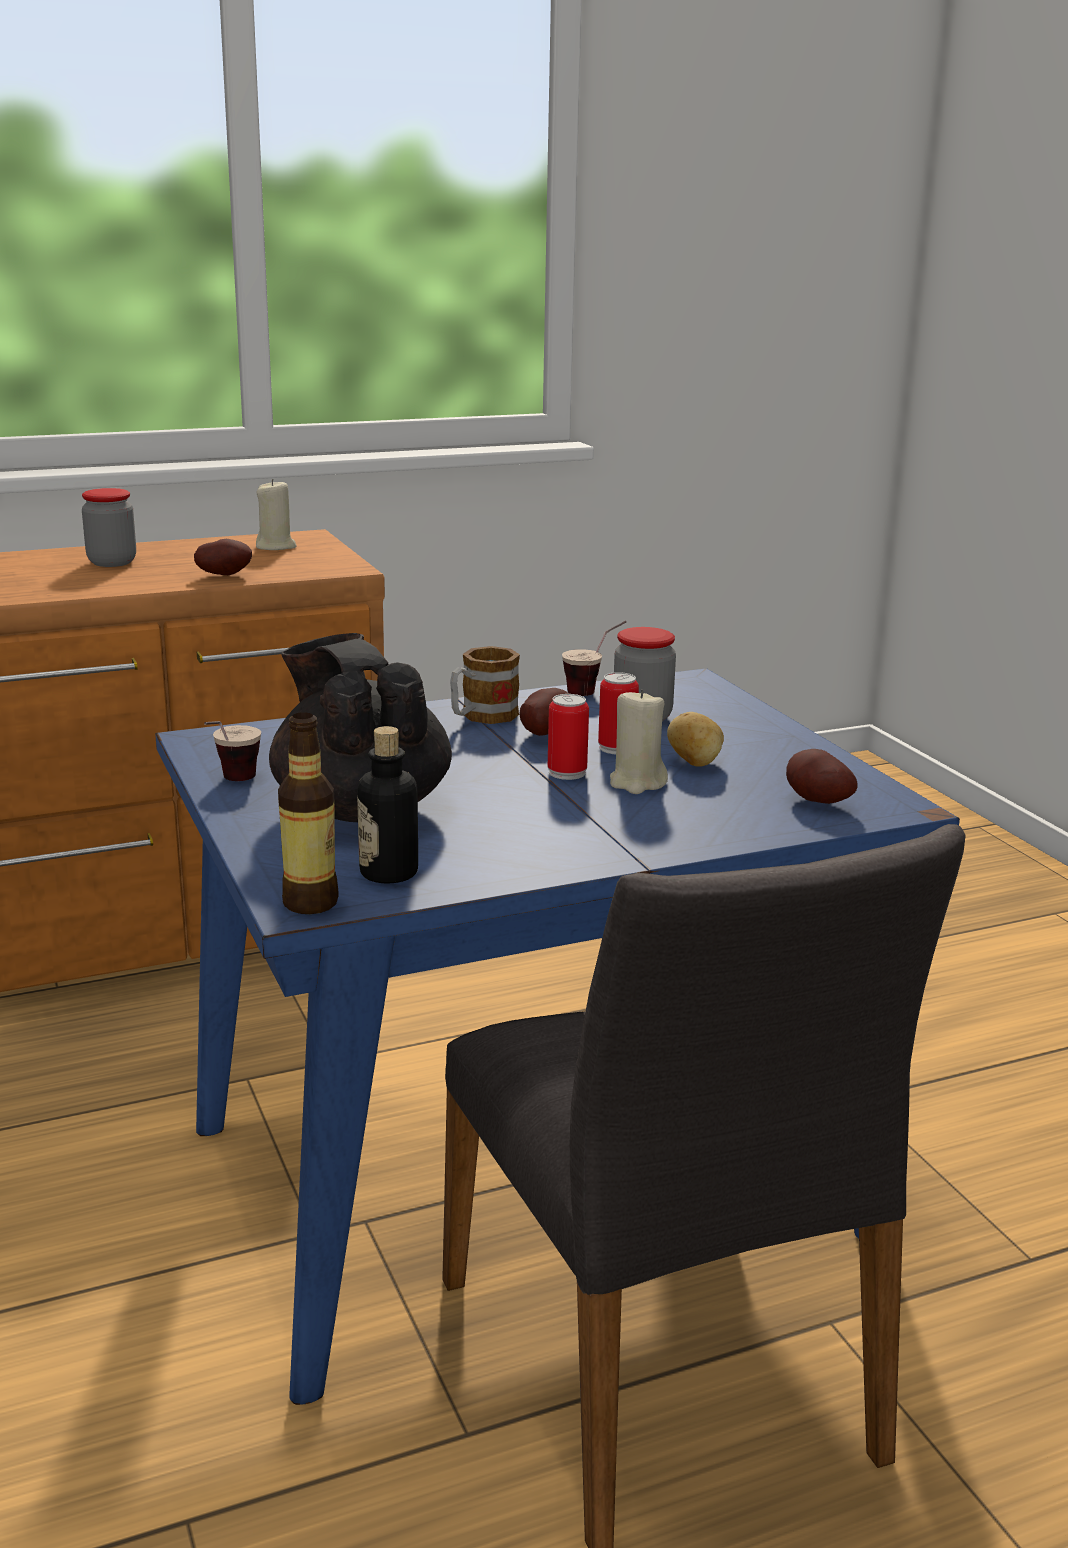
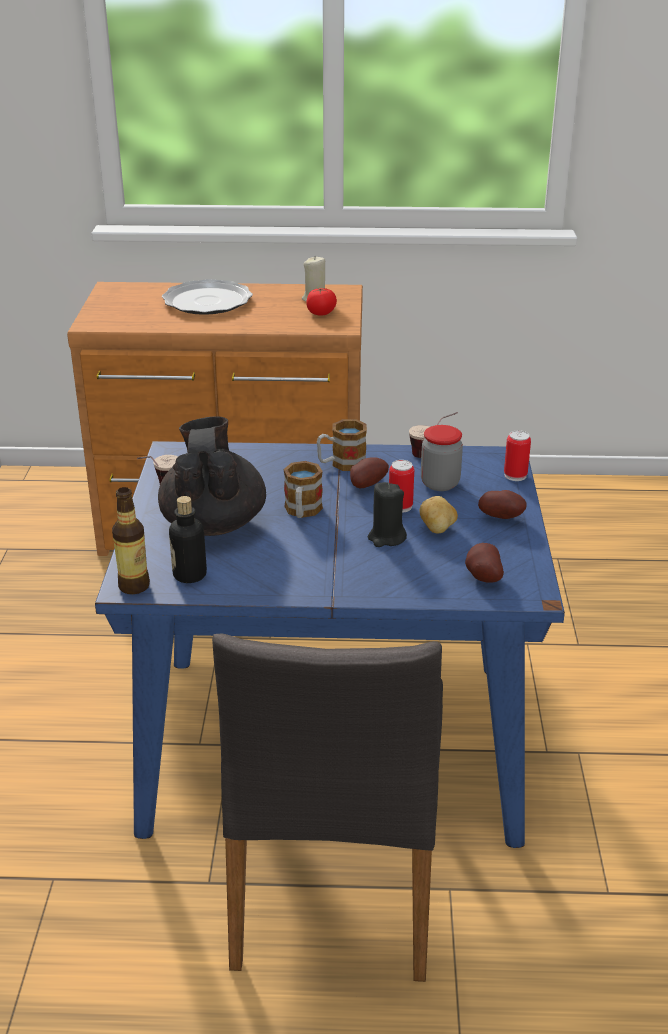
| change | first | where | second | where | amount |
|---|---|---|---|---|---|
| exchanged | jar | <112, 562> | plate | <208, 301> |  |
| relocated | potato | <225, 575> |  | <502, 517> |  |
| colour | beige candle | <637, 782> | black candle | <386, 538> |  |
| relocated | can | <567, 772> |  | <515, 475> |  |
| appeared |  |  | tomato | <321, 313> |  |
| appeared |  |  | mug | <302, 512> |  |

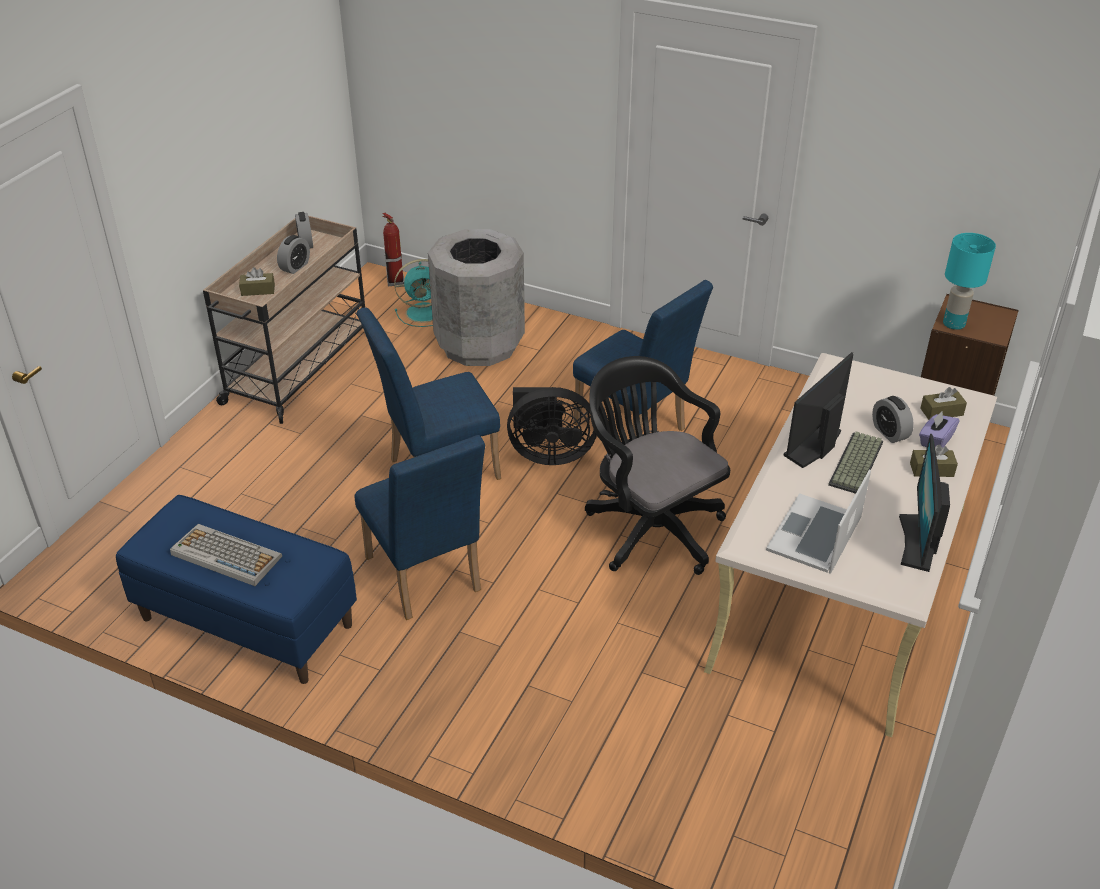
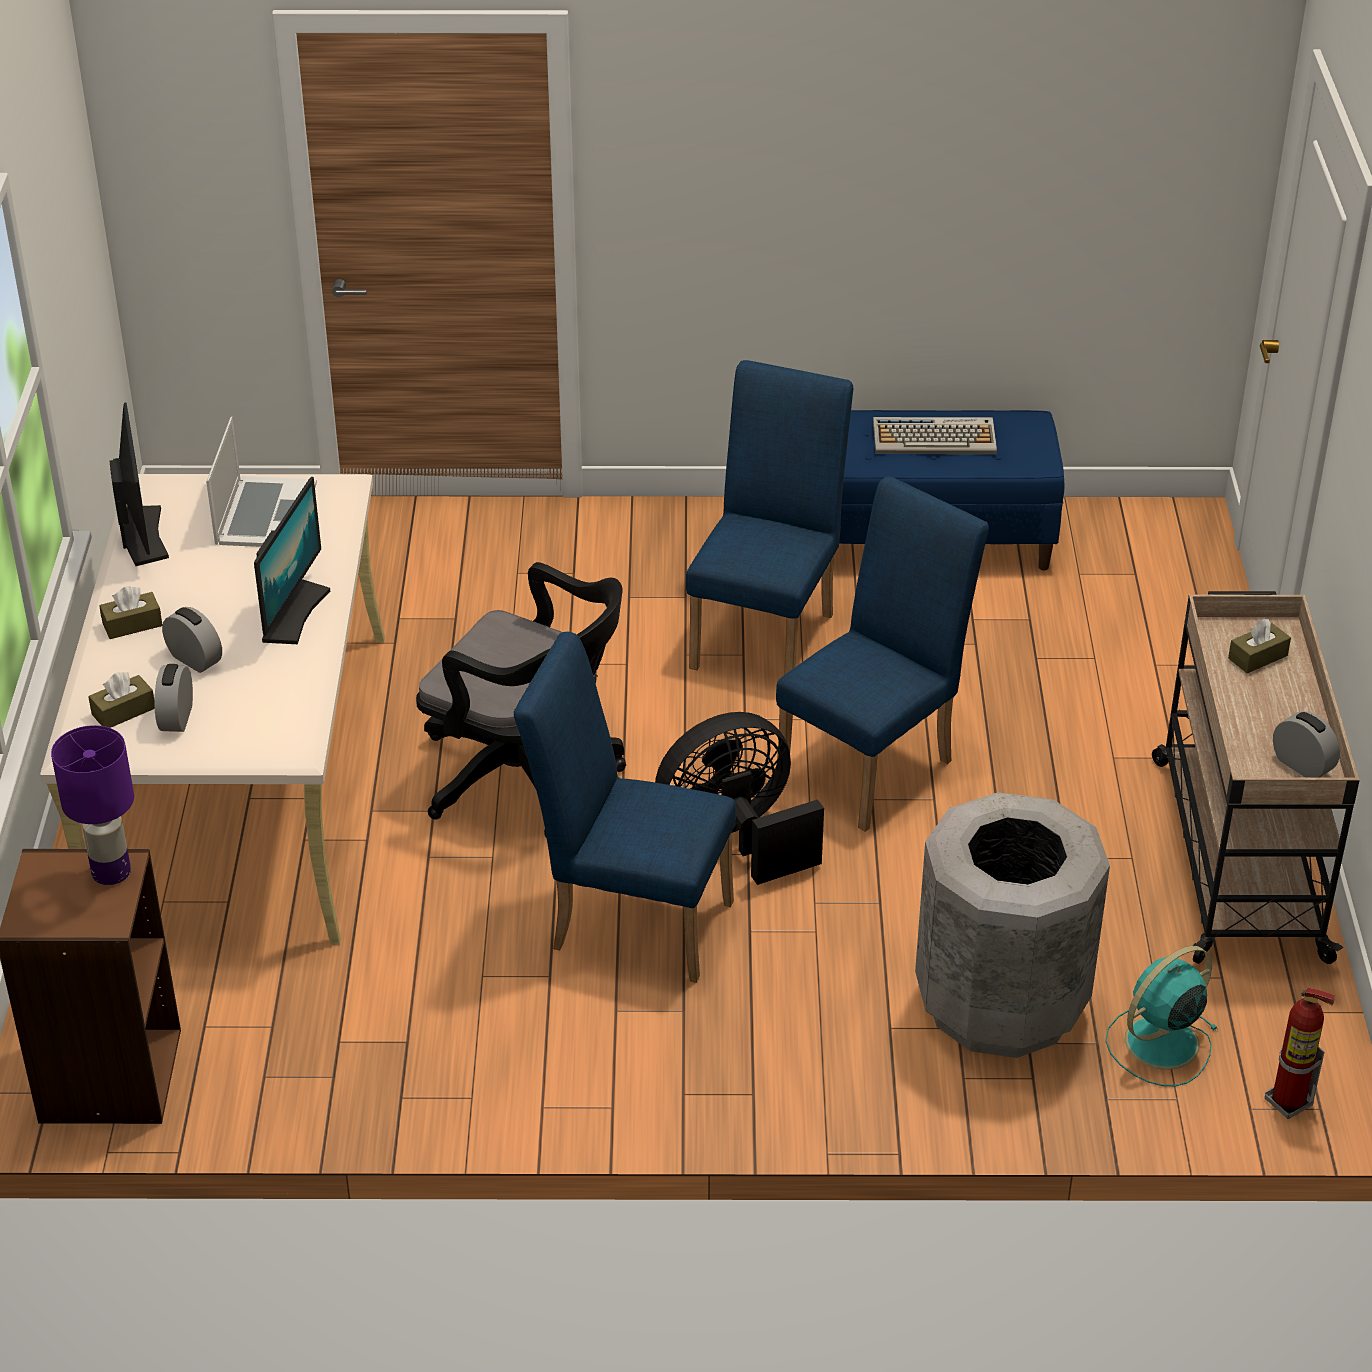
| change | first | where | second | where | amount |
|---|---|---|---|---|---|
| colour | turquoise table lamp | <954, 323> | purple table lamp | <111, 873> |  |
| relocated | alarm clock | <295, 267> |  | <177, 718> |  |
| missing | purple tissue box | <935, 441> |  |  |  |
| missing | keyboard | <857, 464> |  |  |  |
| spun | blue chair | <425, 580> |  | <767, 633> | 75 degrees clockwise |

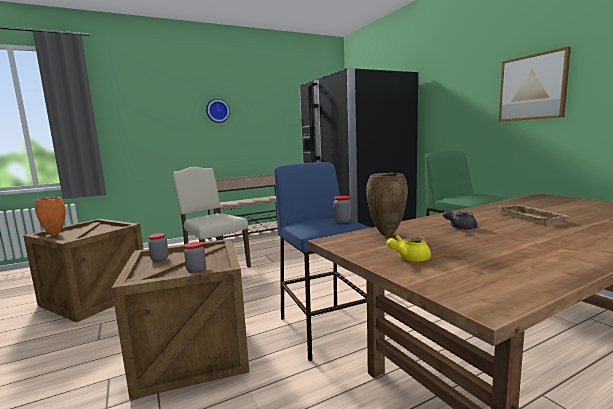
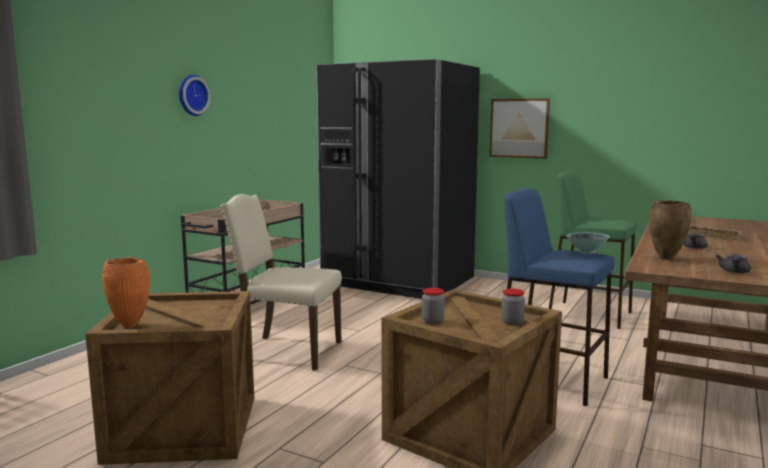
| change | first | where | second | where | amount |
|---|---|---|---|---|---|
| relocated | picture | <532, 87> |  | <519, 128> |  |
| exchanged | jar | <342, 221> | bowl | <587, 252> |  |
| colour | yellow teapot | <408, 258> | grey teapot | <734, 272> |  |

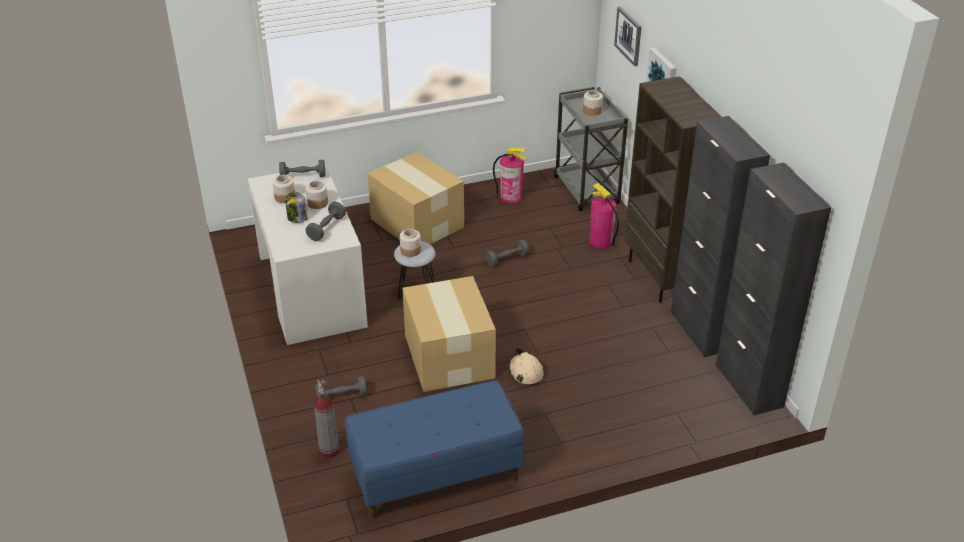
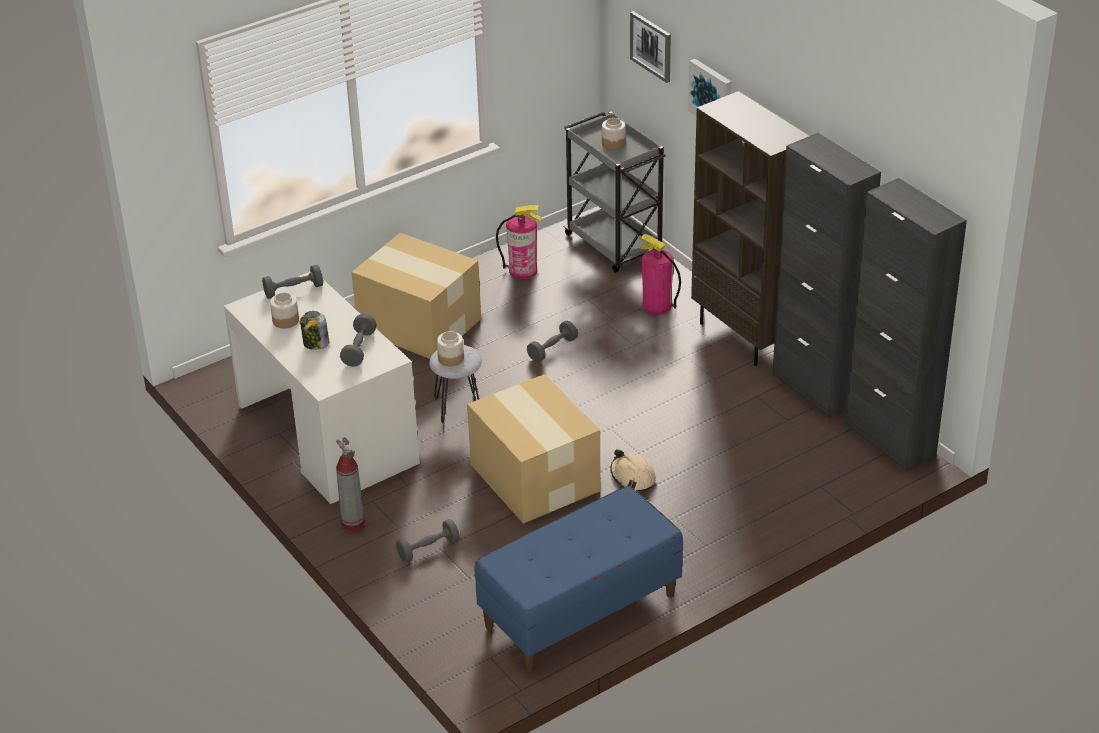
| change | first | where | second | where | amount |
|---|---|---|---|---|---|
| missing | jar | <317, 203> |  |  |  |
| relocated | fire extinguisher | <329, 450> |  | <353, 523> |  |

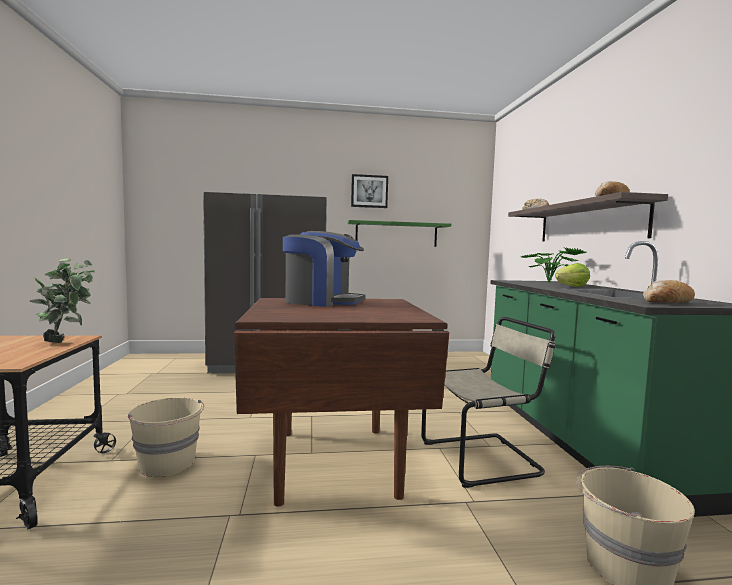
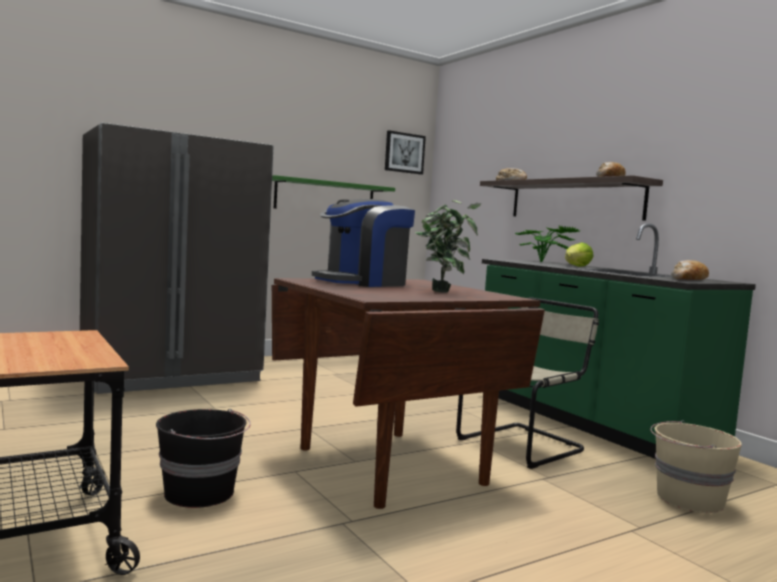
| change | first | where | second | where | amount |
|---|---|---|---|---|---|
| relocated | picture | <369, 191> |  | <404, 153> |  |
| spun | coffee machine | <322, 302> |  | <362, 282> | 150 degrees clockwise |
| relocated | potted plant | <67, 341> |  | <443, 291> |  |
| colour | beige bucket | <168, 463> | black bucket | <201, 493> |  |

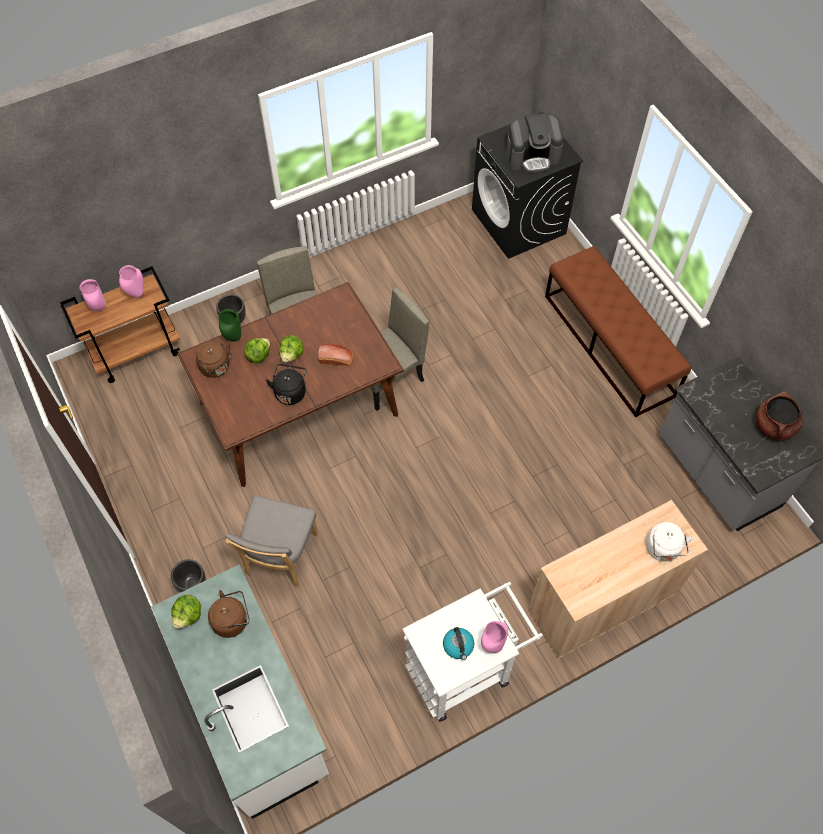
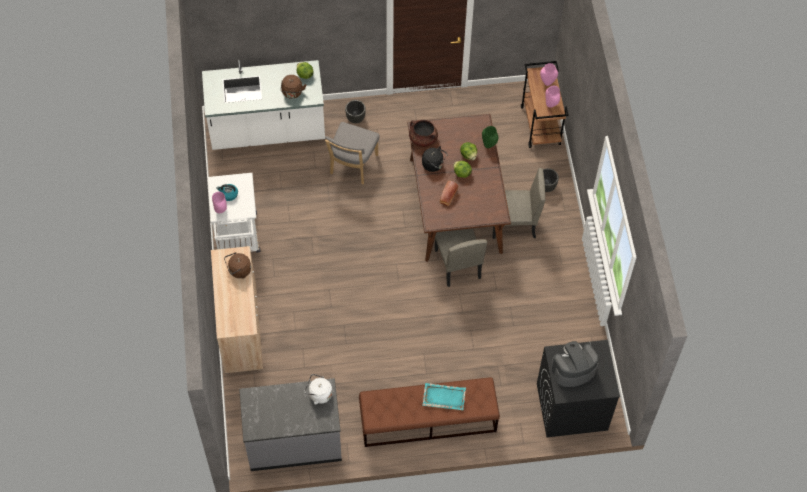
| change | first | where | second | where | amount |
|---|---|---|---|---|---|
| spun | coffee machine | <532, 156> |  | <573, 370> | 60 degrees clockwise |
| relocated | brown kettle | <217, 368> |  | <238, 271> |  |
| relocated | brown cooking pot | <774, 426> |  | <422, 139> |  |
| spun | grey chair | <280, 557> |  | <352, 166> | 105 degrees counterclockwise |
| relocated | white kettle | <663, 550> |  | <318, 394> |  |
| appeared |  |  | turquoise tray | <443, 397> |  |

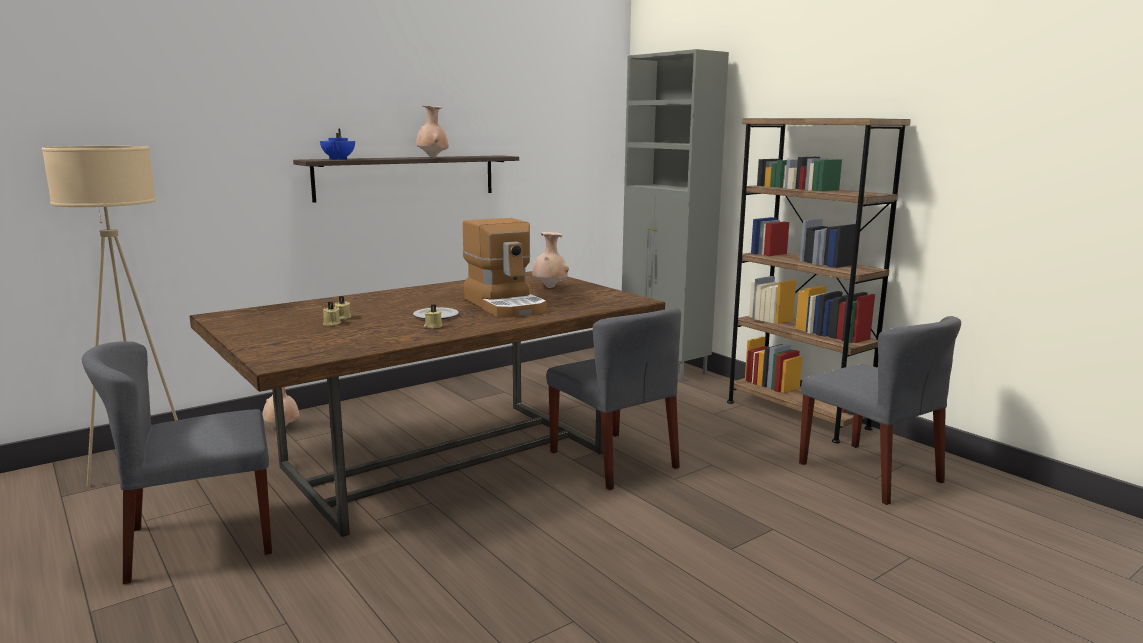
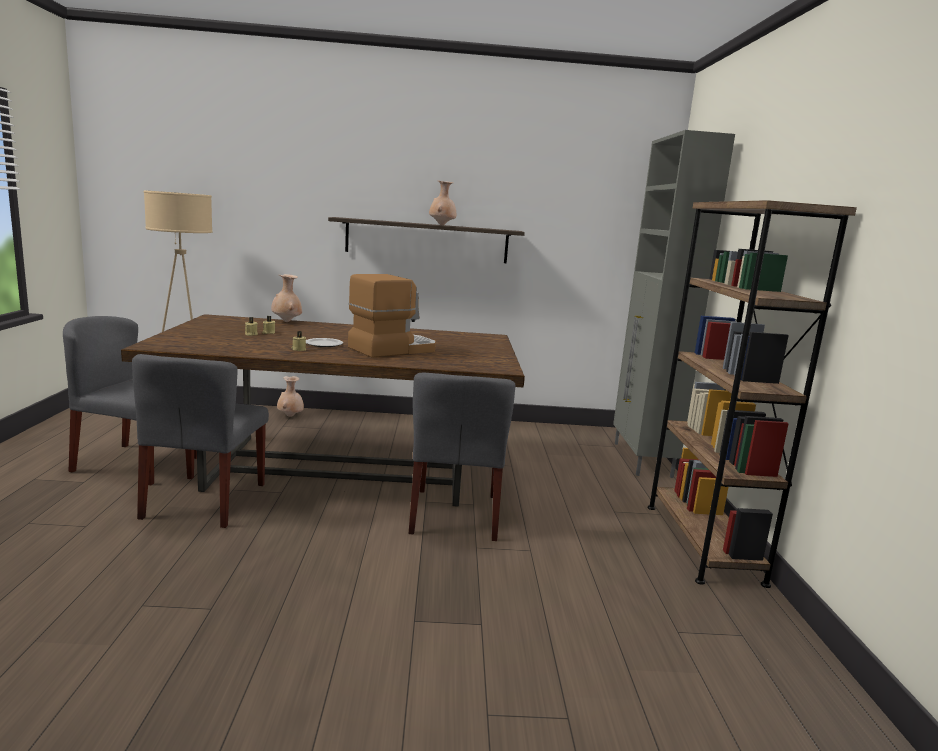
| change | first | where | second | where | amount |
|---|---|---|---|---|---|
| missing | blue teapot | <338, 159> |  |  |  |
| spun | coffee machine | <506, 305> |  | <392, 349> | 135 degrees counterclockwise |
| relocated | beige vase | <550, 287> |  | <286, 321> |  |
| relocated | grey chair | <870, 473> |  | <205, 501> |  |

